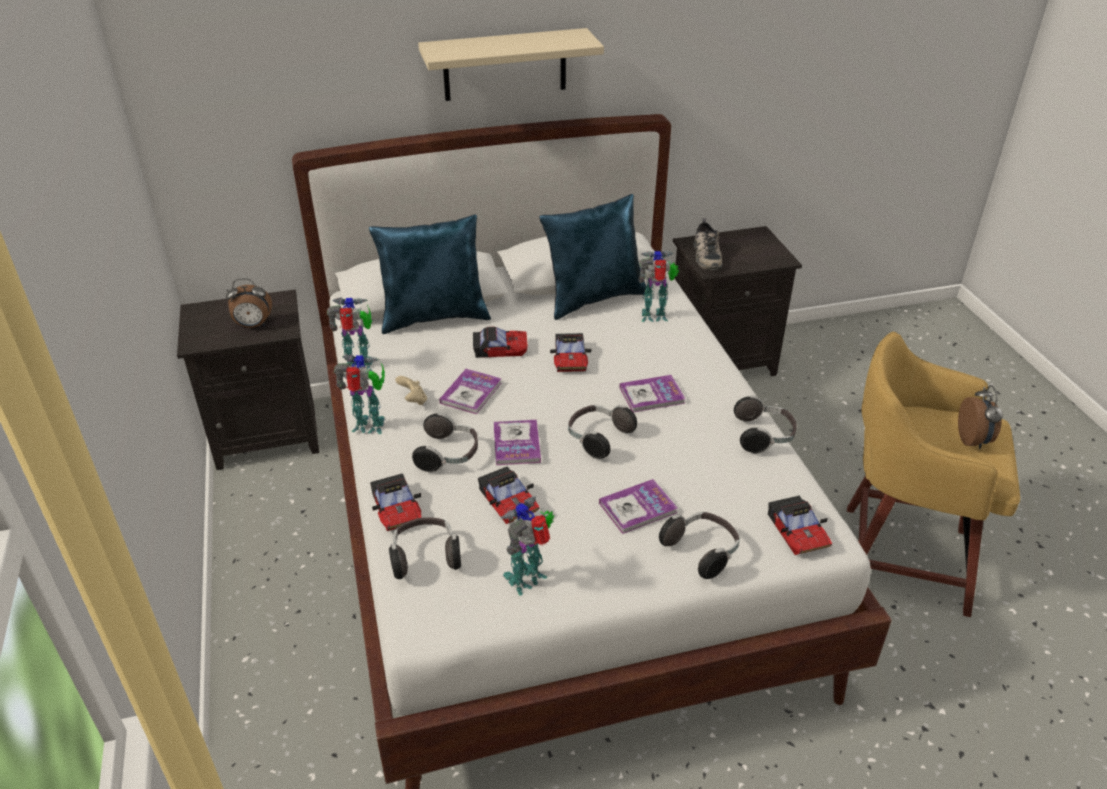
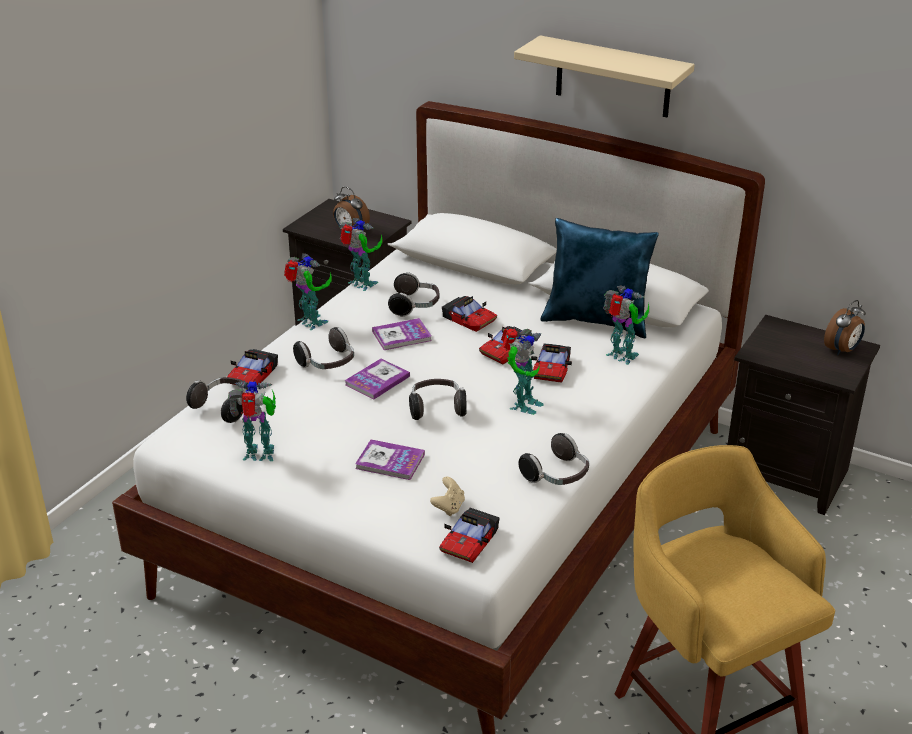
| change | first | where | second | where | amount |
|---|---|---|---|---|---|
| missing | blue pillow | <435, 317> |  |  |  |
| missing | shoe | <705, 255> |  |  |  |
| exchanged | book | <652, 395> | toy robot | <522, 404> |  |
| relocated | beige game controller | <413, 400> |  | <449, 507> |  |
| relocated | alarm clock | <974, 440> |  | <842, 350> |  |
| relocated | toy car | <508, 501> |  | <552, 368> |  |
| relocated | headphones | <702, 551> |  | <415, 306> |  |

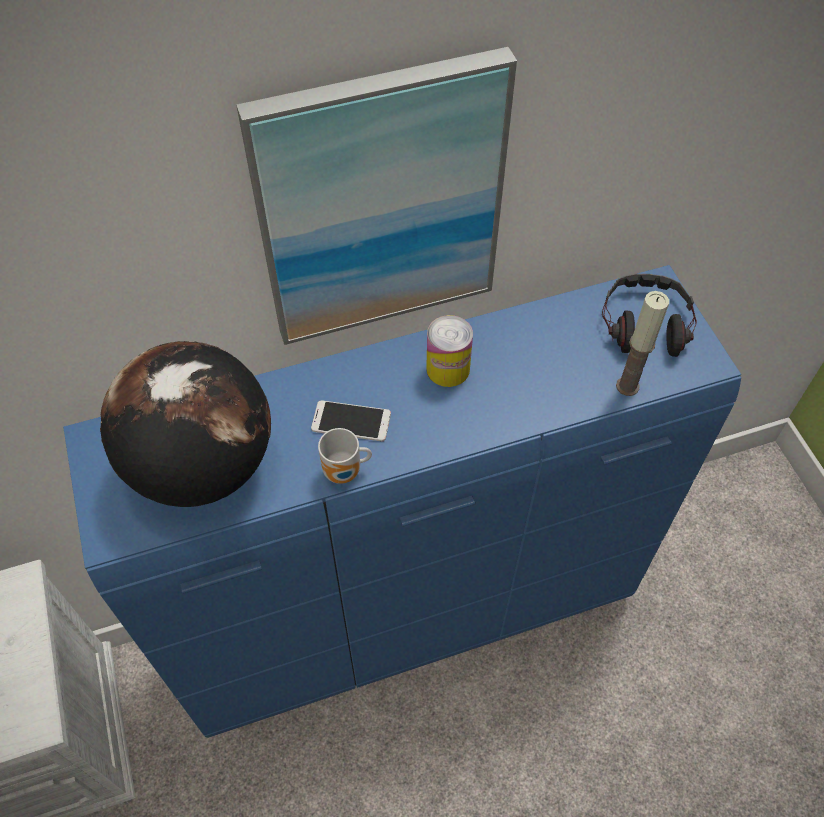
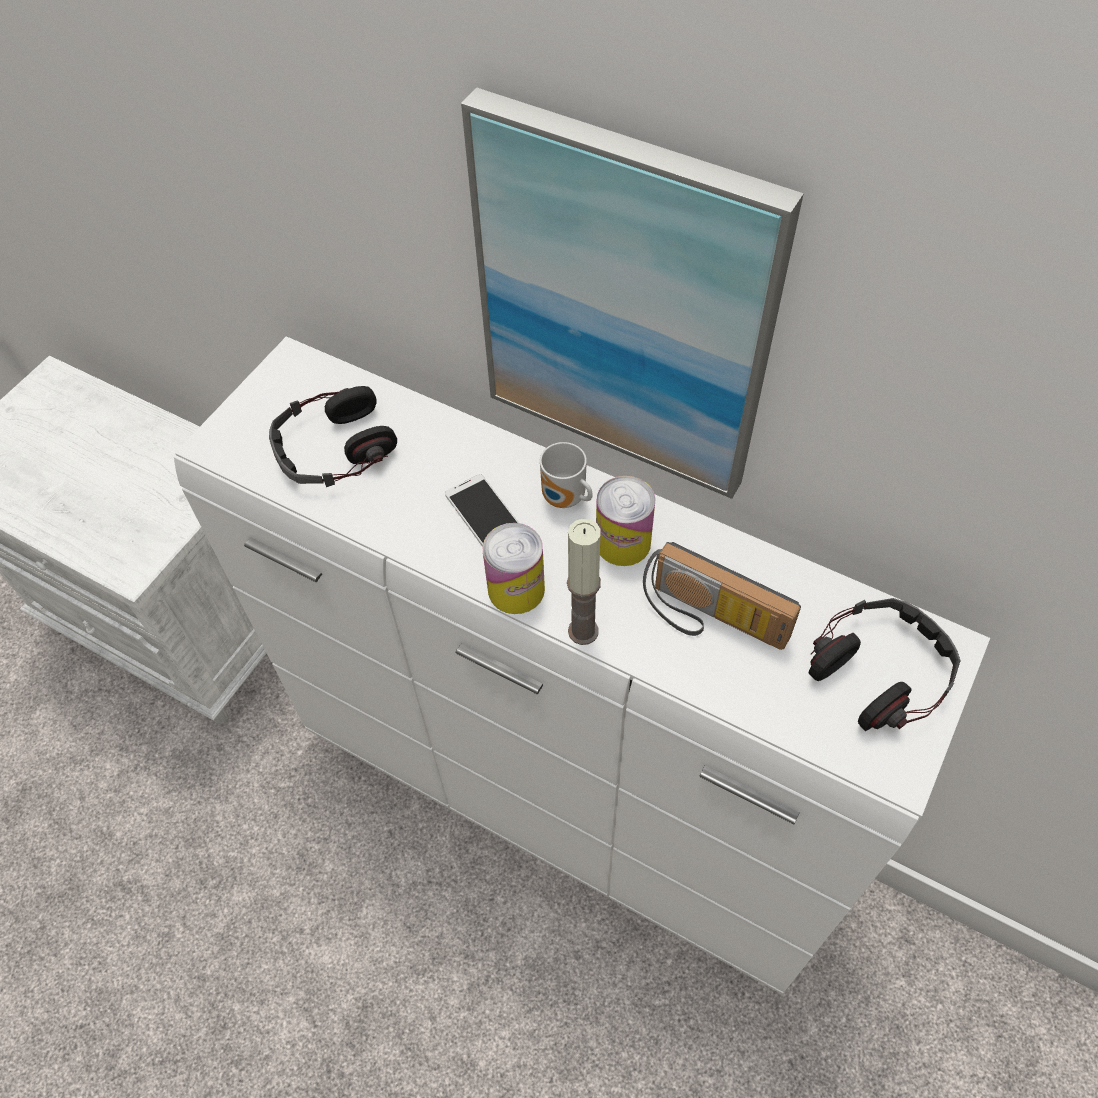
| change | first | where | second | where | amount |
|---|---|---|---|---|---|
| colour | blue dresser | <414, 620> | white dresser | <561, 808> |  |
| relocated | candle | <627, 386> |  | <583, 631> |  |
| exchanged | globe | <202, 466> | headphones | <334, 448> |  |
| relocated | mug | <345, 473> |  | <565, 500> |  |
| appeared |  |  | can | <516, 589> |  |
| appeared |  |  | radio | <710, 620> |  |

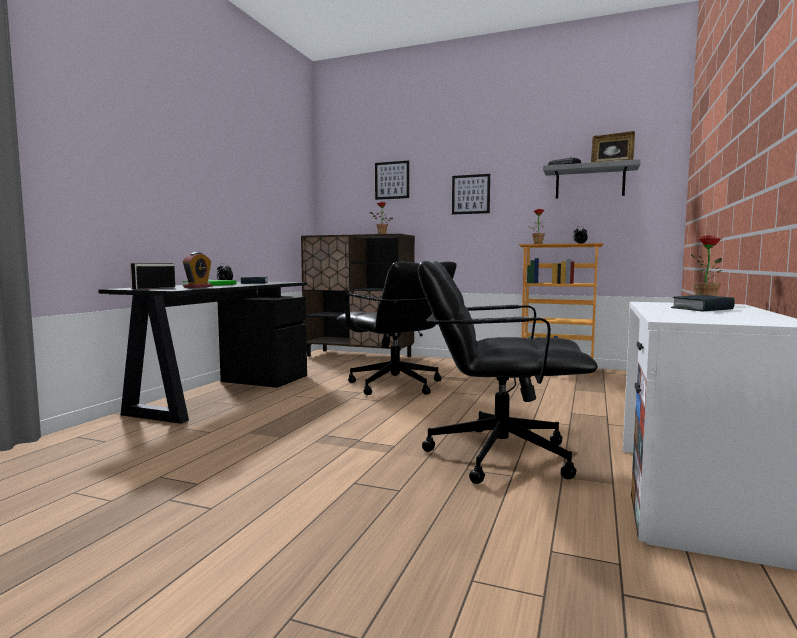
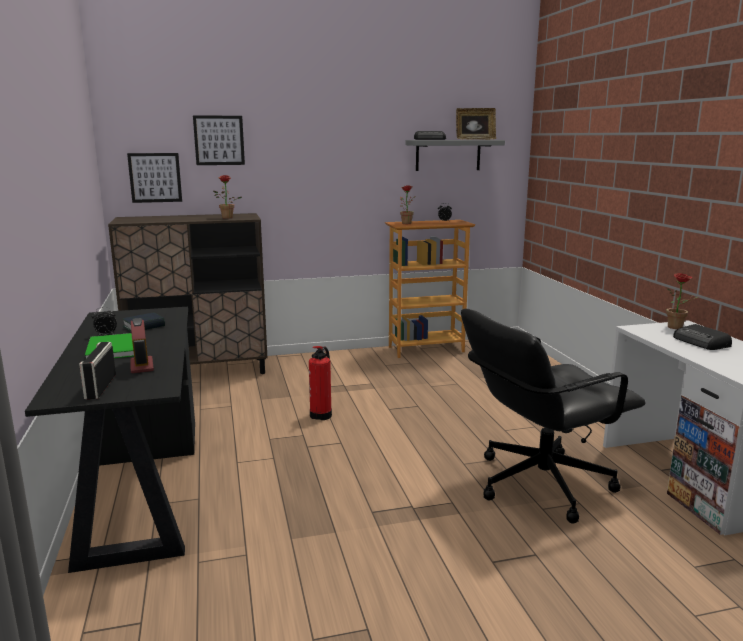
| change | first | where | second | where | amount |
|---|---|---|---|---|---|
| relocated | picture | <470, 194> |  | <155, 177> |  |
| exchanged | black office chair | <395, 386> | fire extinguisher | <322, 414> |  |
| exchanged | book | <702, 309> | radio | <701, 342> |  |

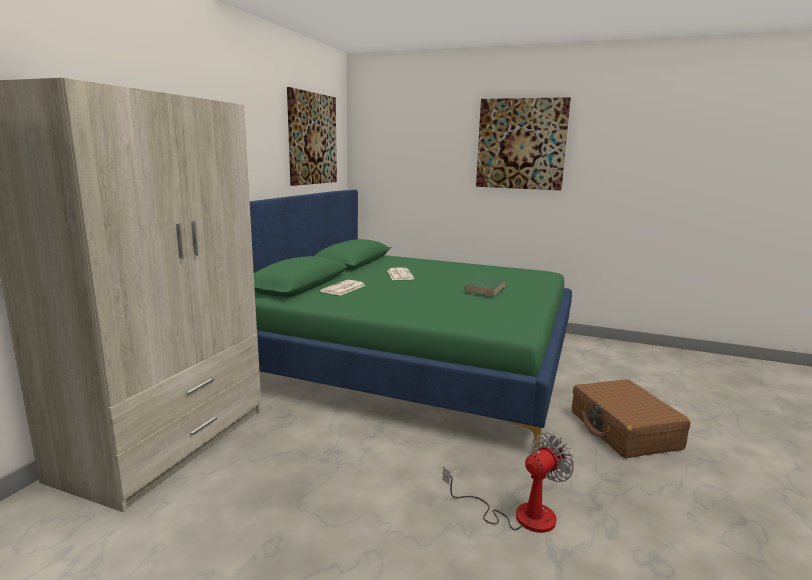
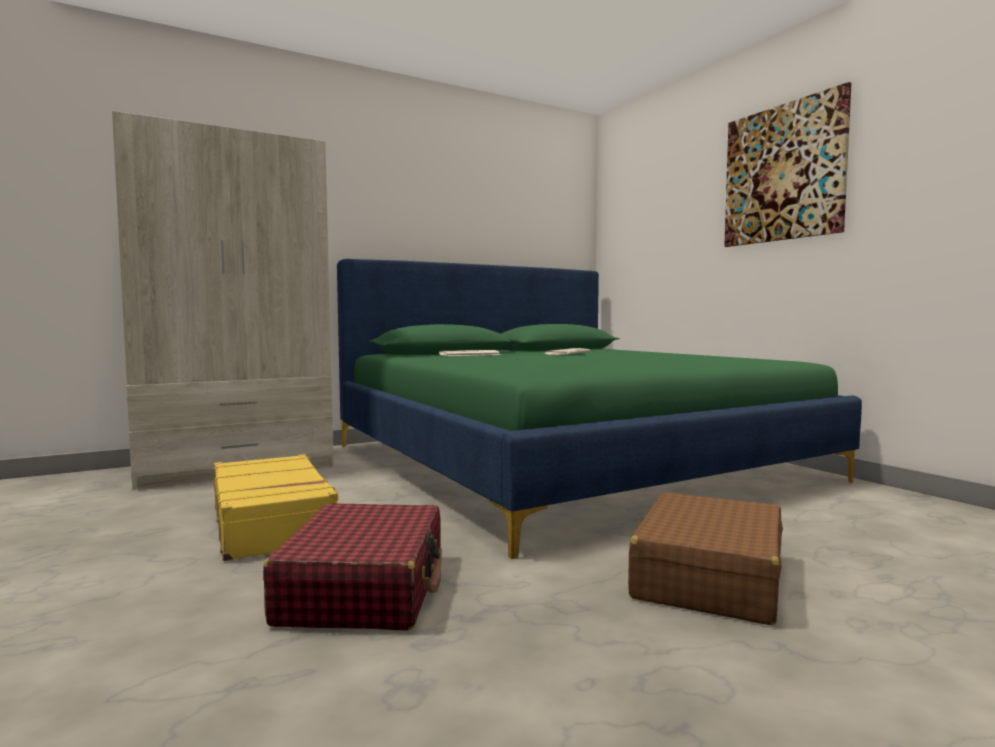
| change | first | where | second | where | amount |
|---|---|---|---|---|---|
| missing | picture | <312, 139> |  |  |  |
| missing | green book | <485, 288> |  |  |  |
| exchanged | fan | <519, 515> | red suitcase | <365, 589> |  |
| appeared |  |  | yellow suitcase | <273, 522> |  |

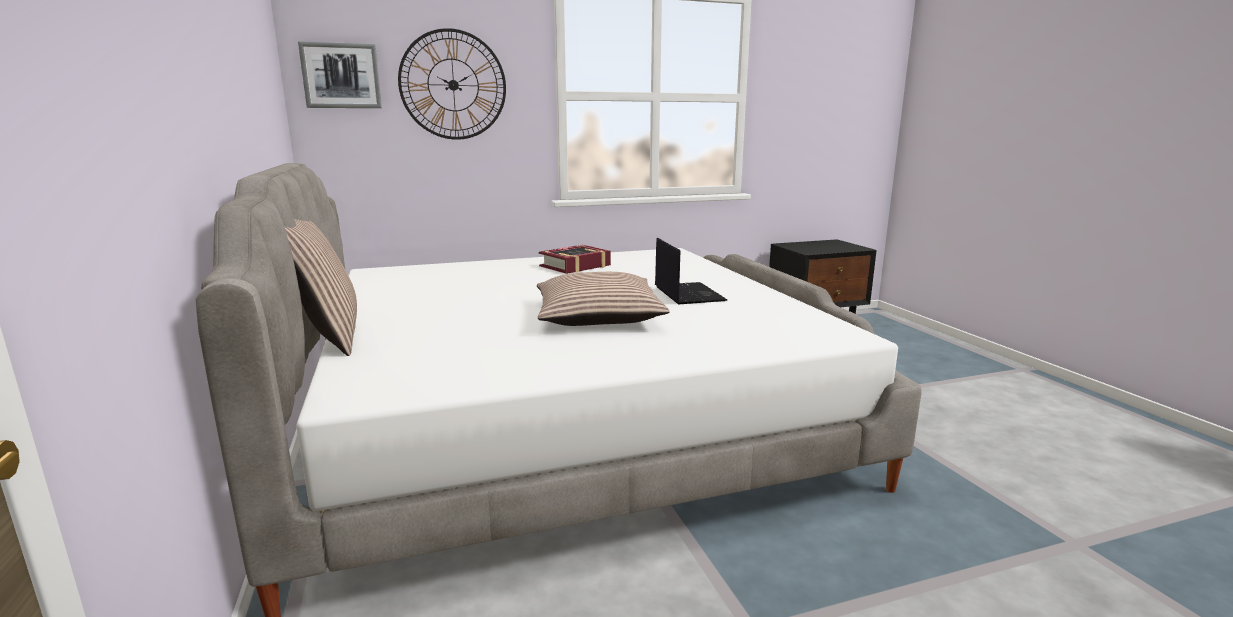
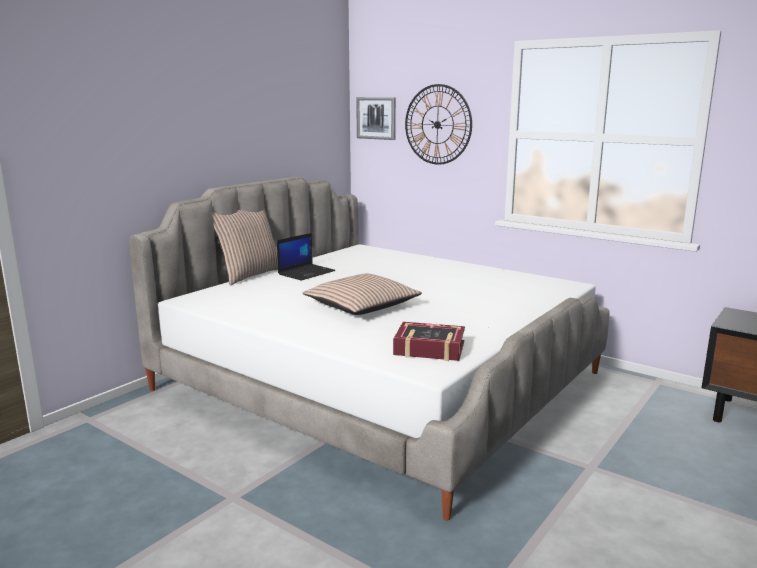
| change | first | where | second | where | amount |
|---|---|---|---|---|---|
| relocated | laptop | <687, 294> |  | <306, 272> |  |
| relocated | book | <575, 266> |  | <429, 349> |  |

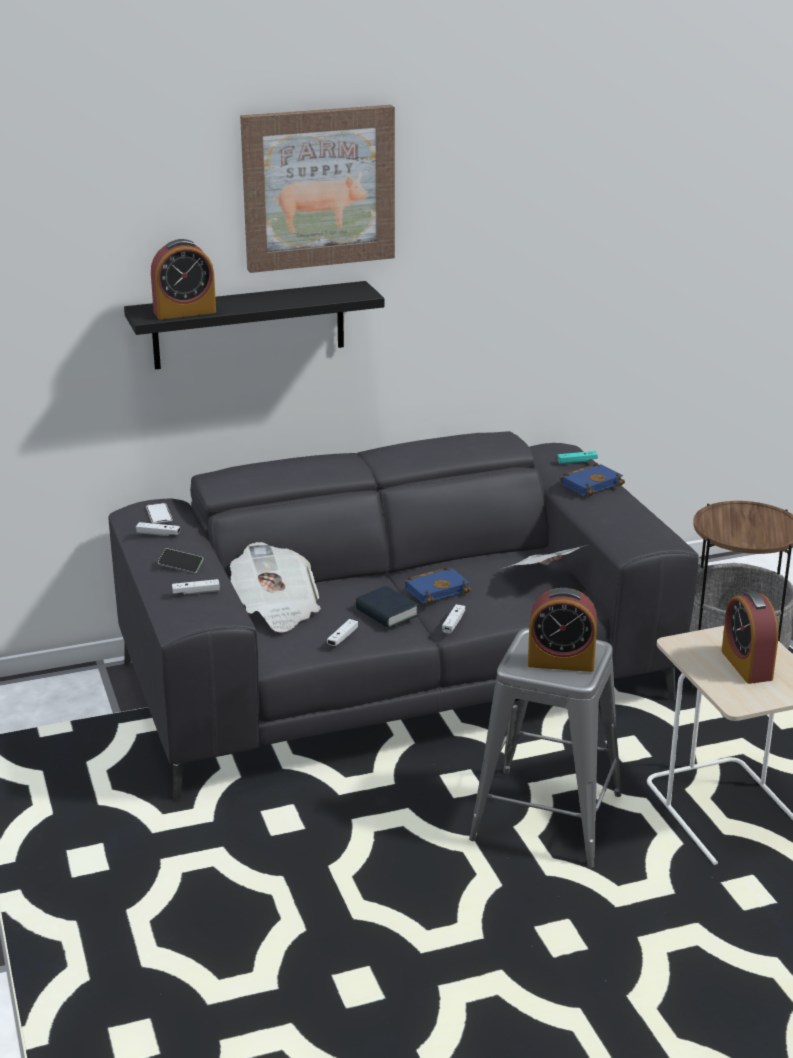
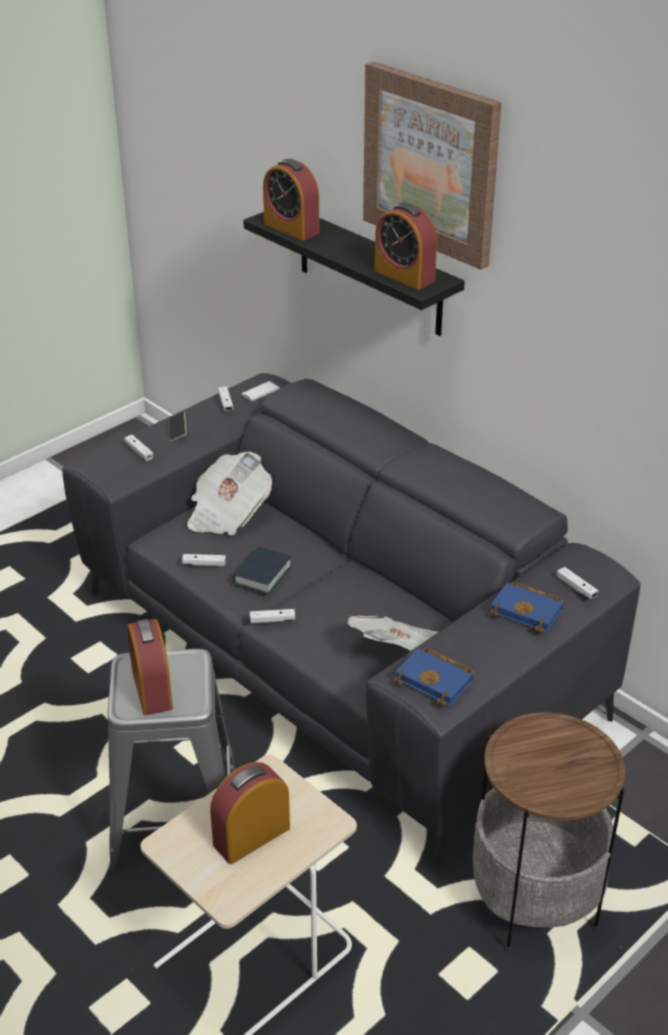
| change | first | where | second | where | amount |
|---|---|---|---|---|---|
| colour | turquoise game controller | <577, 461> | white game controller | <576, 587> |  |
| relocated | blue book | <437, 589> |  | <437, 680> |  |
| appeared |  |  | alarm clock | <404, 276> |  |

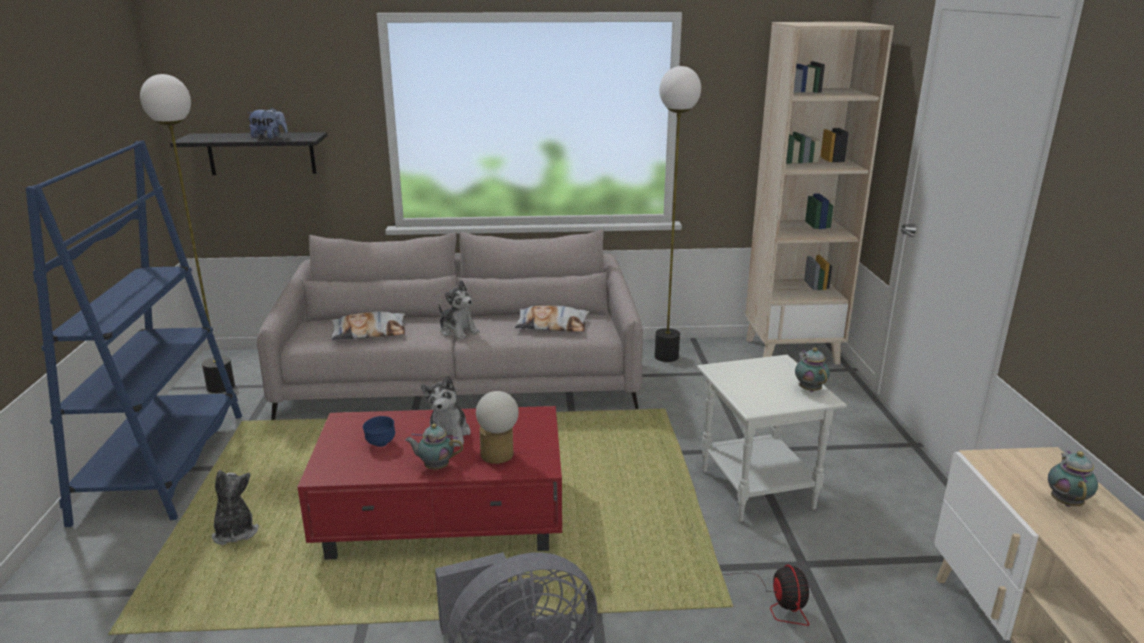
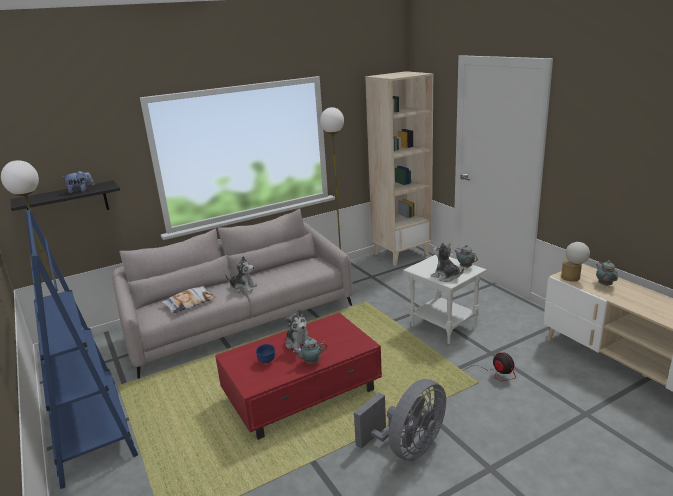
| change | first | where | second | where | amount |
|---|---|---|---|---|---|
| missing | pillow | <552, 325> |  |  |  |
| relocated | table lamp | <497, 457> |  | <573, 278> |  |
| relocated | plush toy | <235, 532> |  | <446, 277> |  |

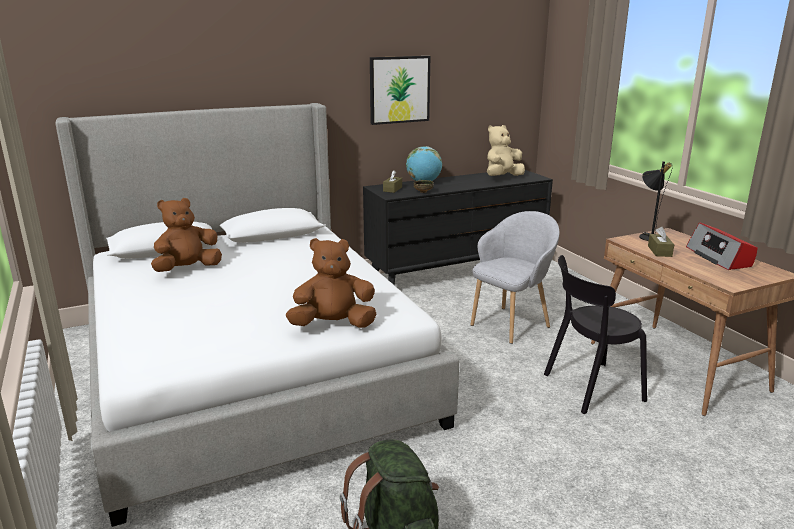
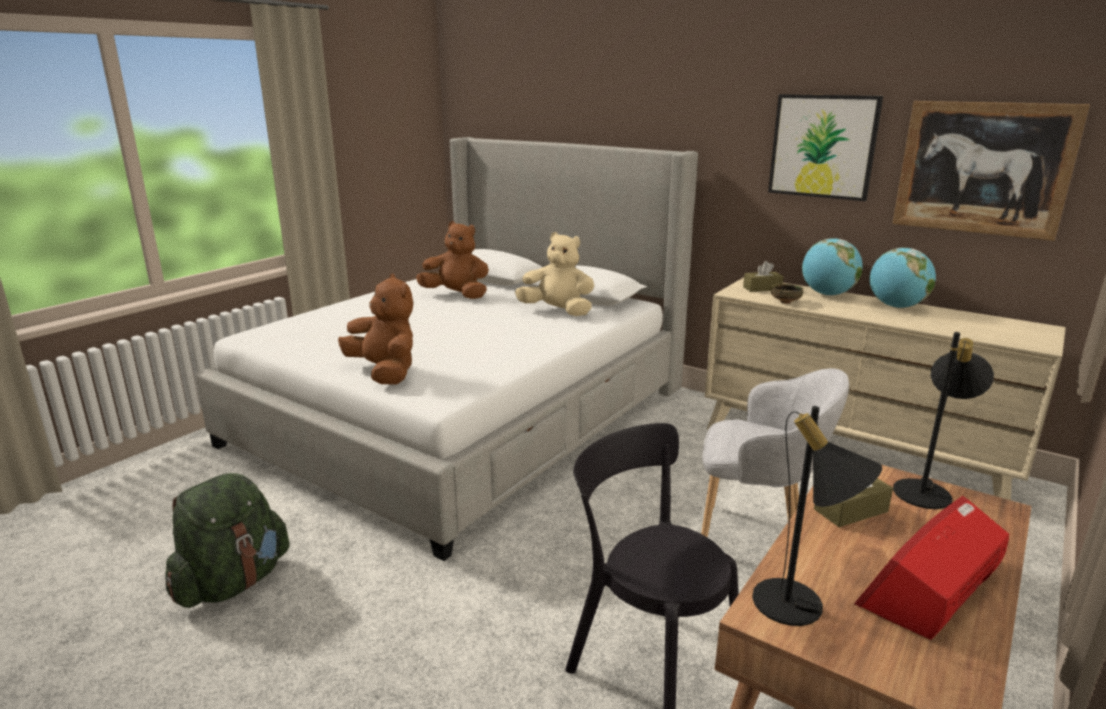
| change | first | where | second | where | amount |
|---|---|---|---|---|---|
| relocated | beige plush toy | <502, 177> |  | <557, 311> |  |
| colour | black dresser | <456, 272> | beige dresser | <853, 451> |  |
| appeared |  |  | picture | <983, 168> |  |
| appeared |  |  | globe | <896, 307> |  |
| appeared |  |  | black table lamp | <799, 609> |  |

